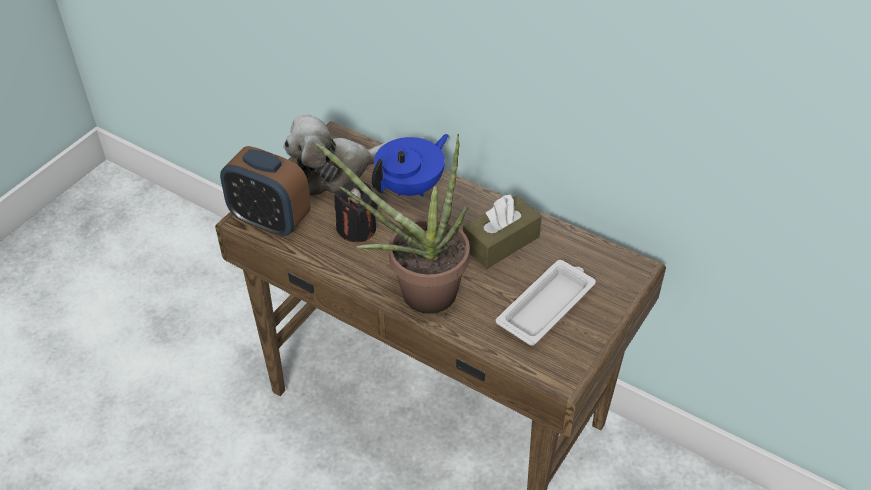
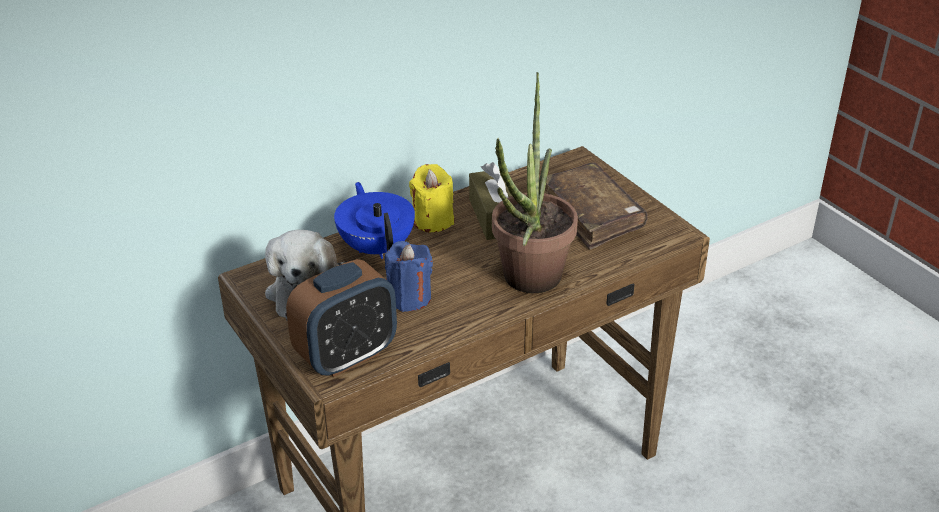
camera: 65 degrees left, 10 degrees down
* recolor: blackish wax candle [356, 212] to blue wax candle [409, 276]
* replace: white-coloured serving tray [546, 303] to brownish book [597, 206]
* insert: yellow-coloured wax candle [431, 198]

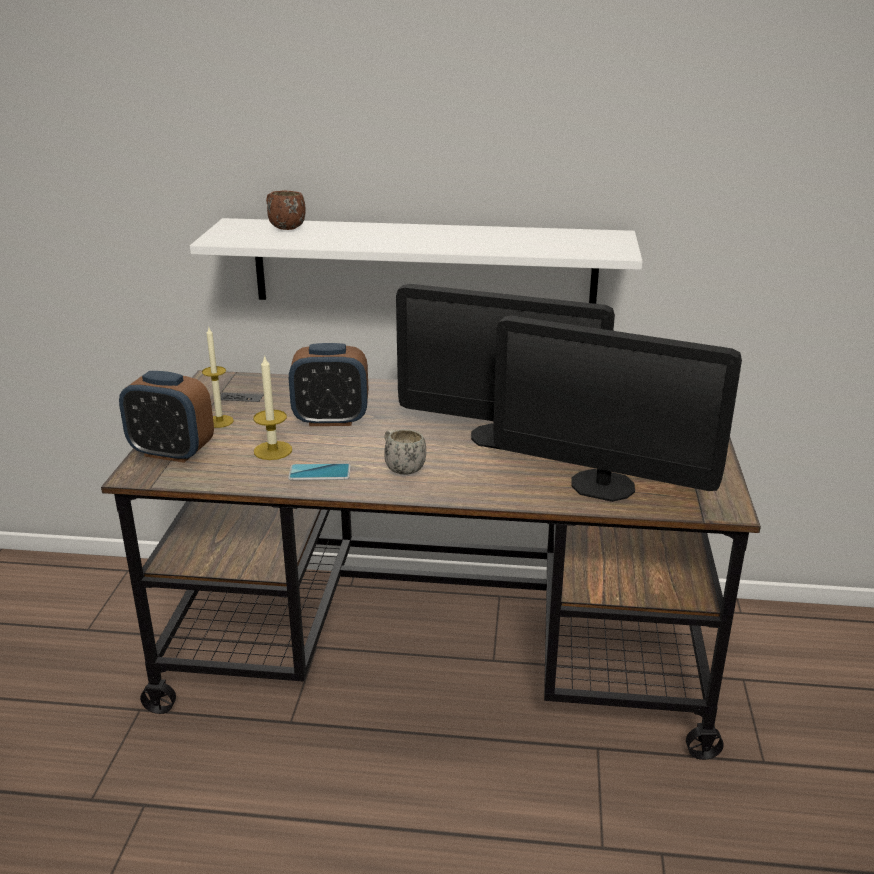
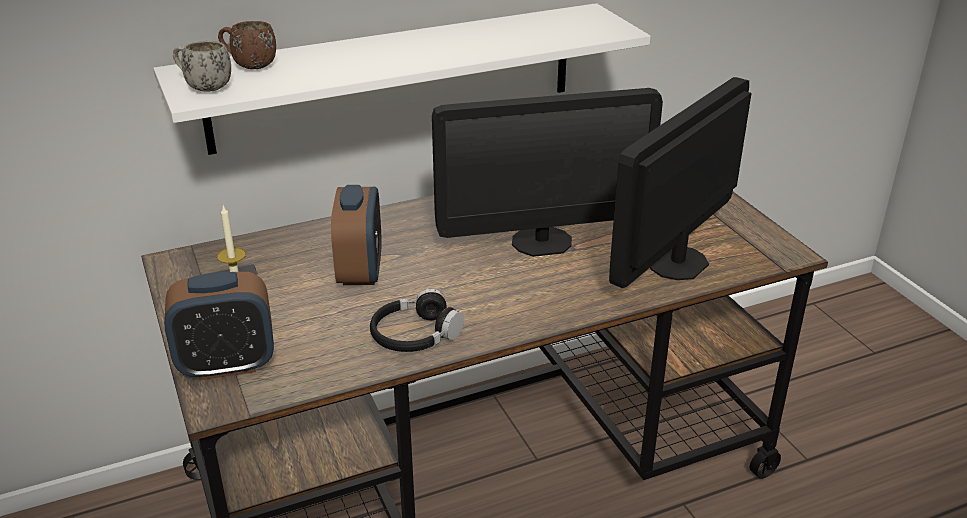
camera: 30 degrees left, 5 degrees up
* rotate: computer screen [617, 409] = [680, 182] 135 degrees clockwise
* rotate: alarm clock [328, 384] = [356, 235] 60 degrees counterclockwise
* delete: wax candle [272, 407]
* move: white-coloured tea mug [405, 452] to [202, 66]
* replace: telephone [319, 472] to blackish pair of headphones [417, 320]

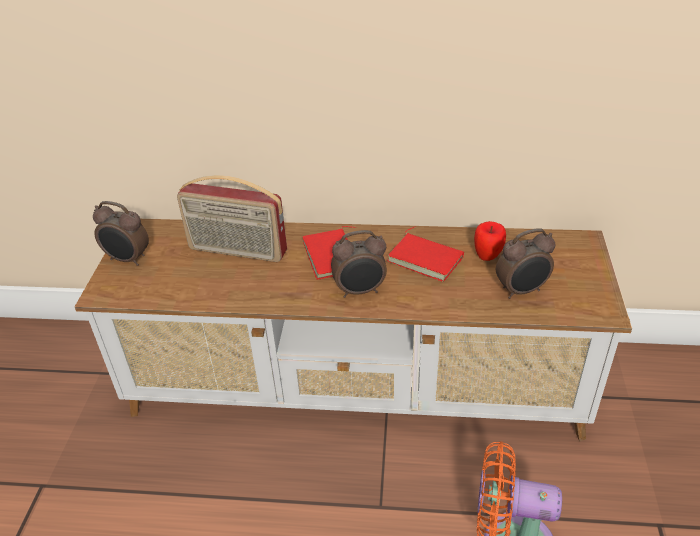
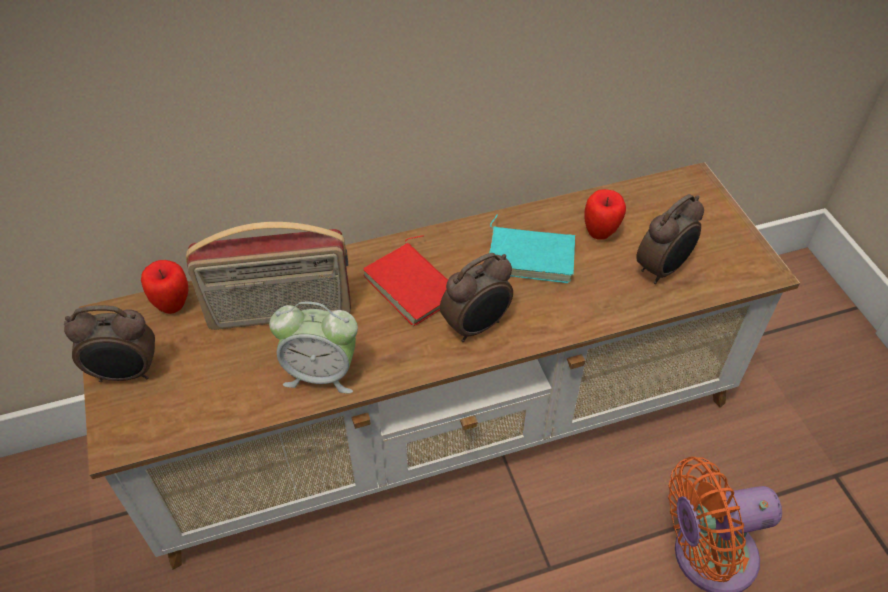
camera: 25 degrees left, 10 degrees up
* recolor: red-coloured book [425, 254] to turquoise book [532, 248]
* insert: apple [164, 287]
* insert: alarm clock [313, 347]

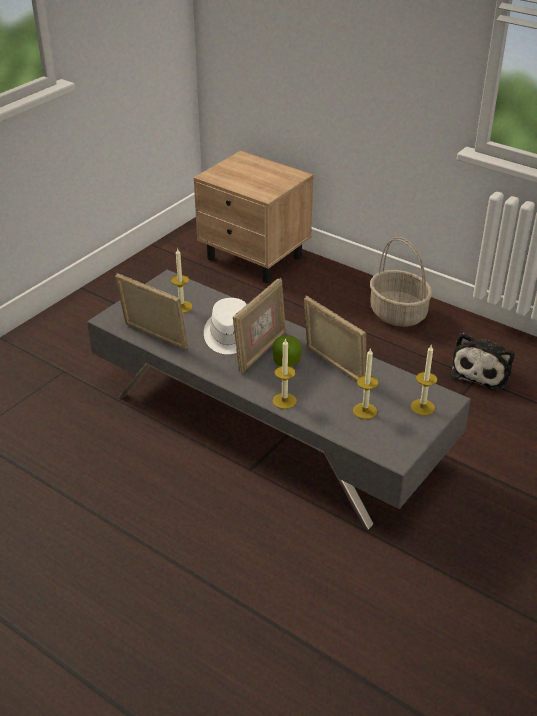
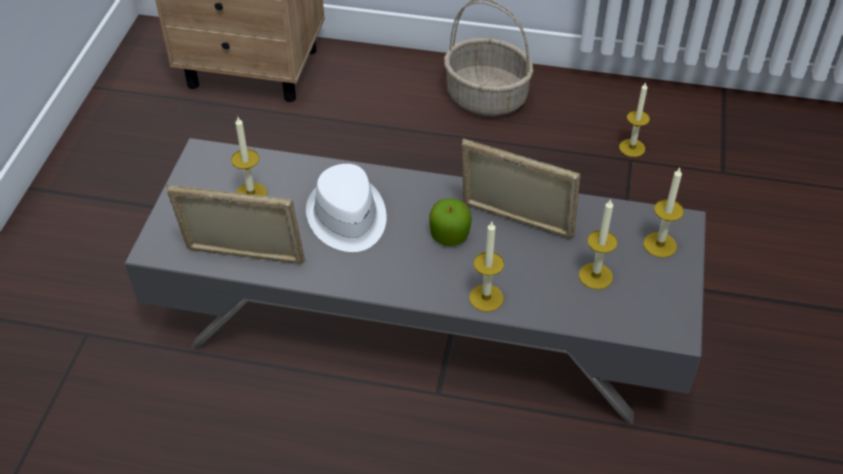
camera: 25 degrees left, 10 degrees up
* delete: standing frame [259, 326]
* replace: plush toy [482, 362] to wax candle [634, 119]

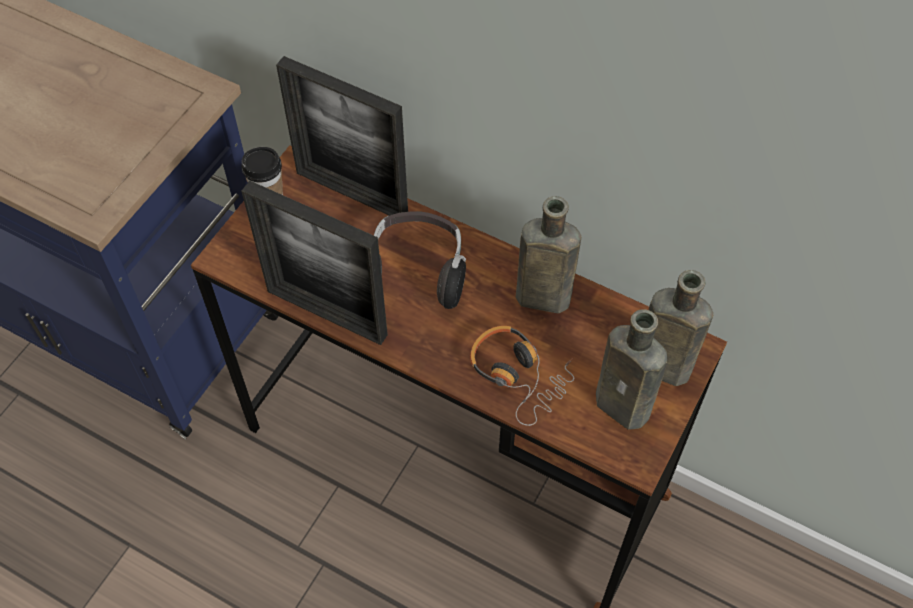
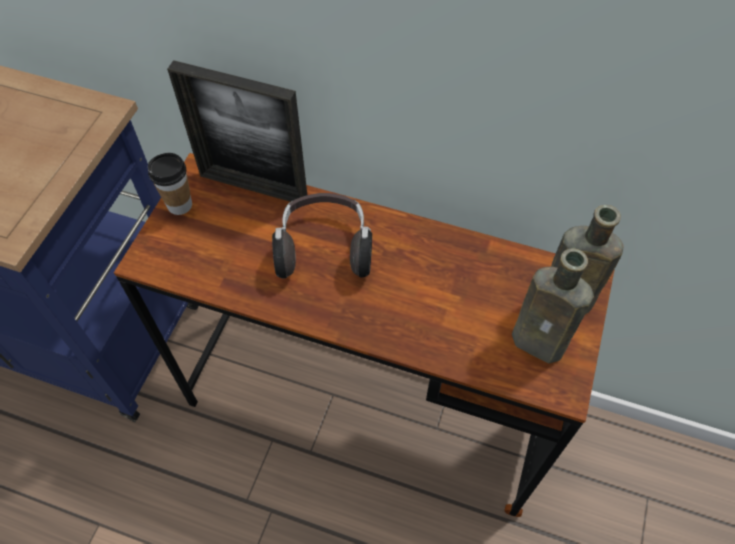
camera: 10 degrees left, 0 degrees up
* delete: standing frame [314, 263]
* delete: brownish drink bottle [548, 254]
* delete: pair of headphones [522, 376]

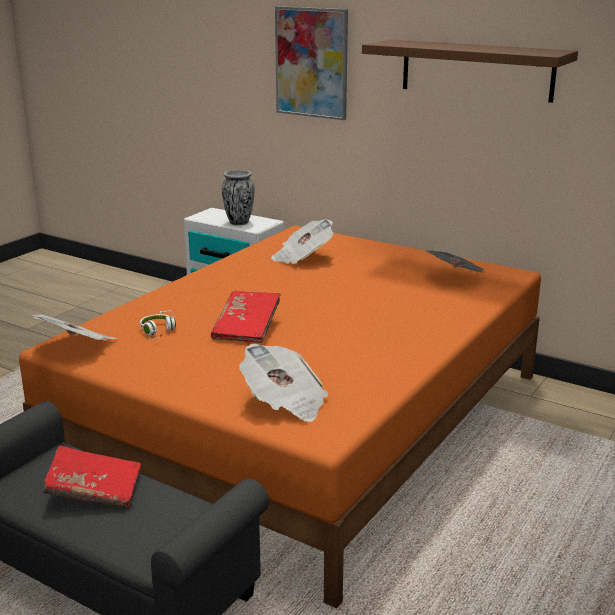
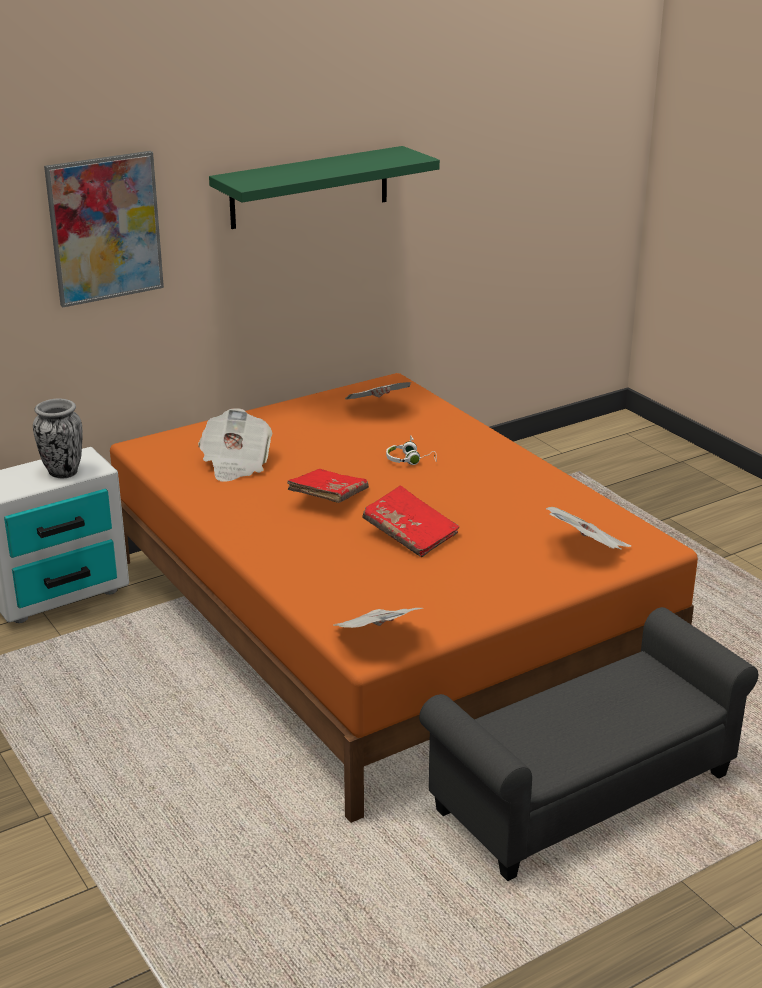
camera: 65 degrees left, 5 degrees up
* recolor: brownish bracket shelf [470, 71] to green-coloured bracket shelf [324, 187]
* move: white-coloured pair of headphones [158, 325] to [411, 450]
* move: red-coloured book [92, 476] to [328, 486]

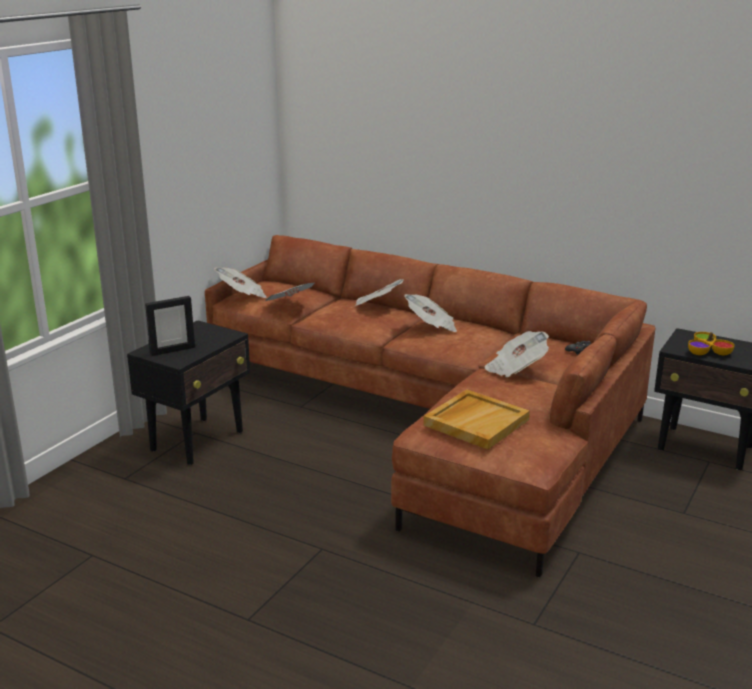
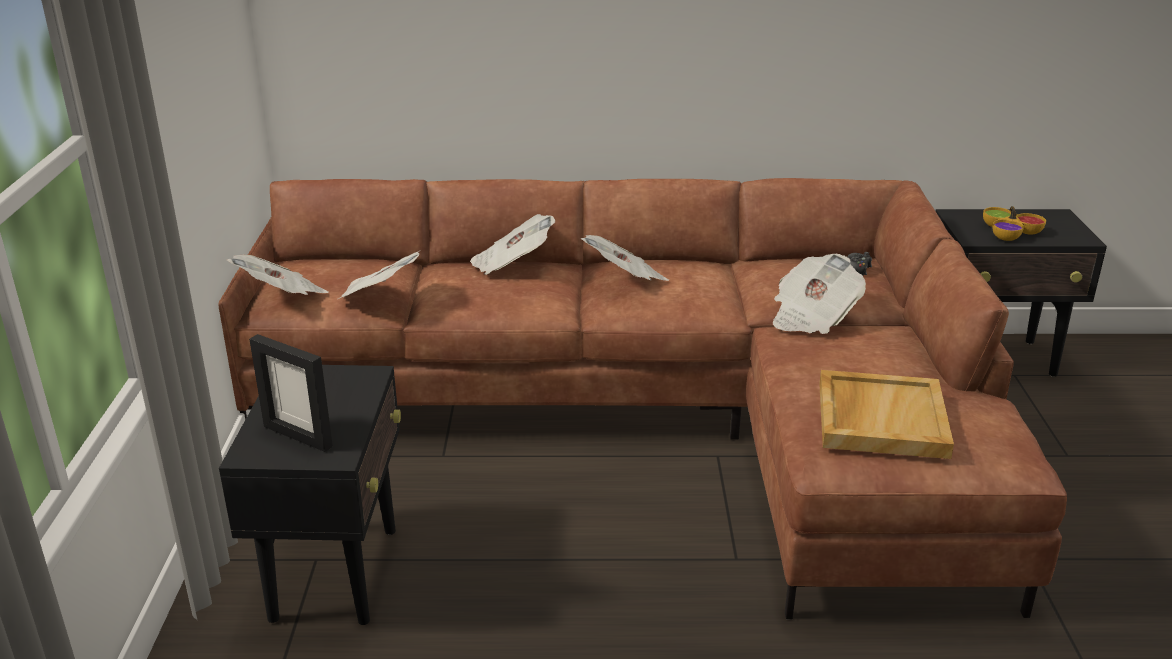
camera: 30 degrees left, 5 degrees up
* rotate: standing frame [170, 326] = [291, 393] 90 degrees clockwise

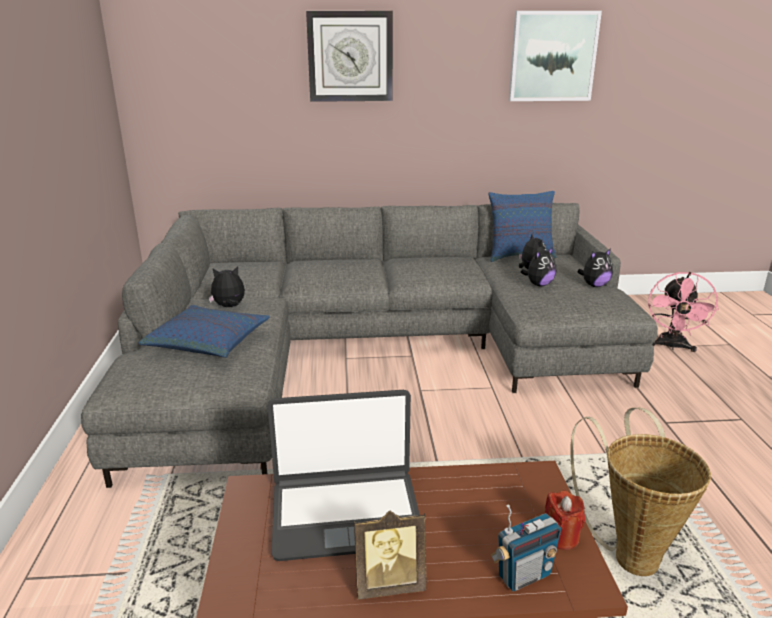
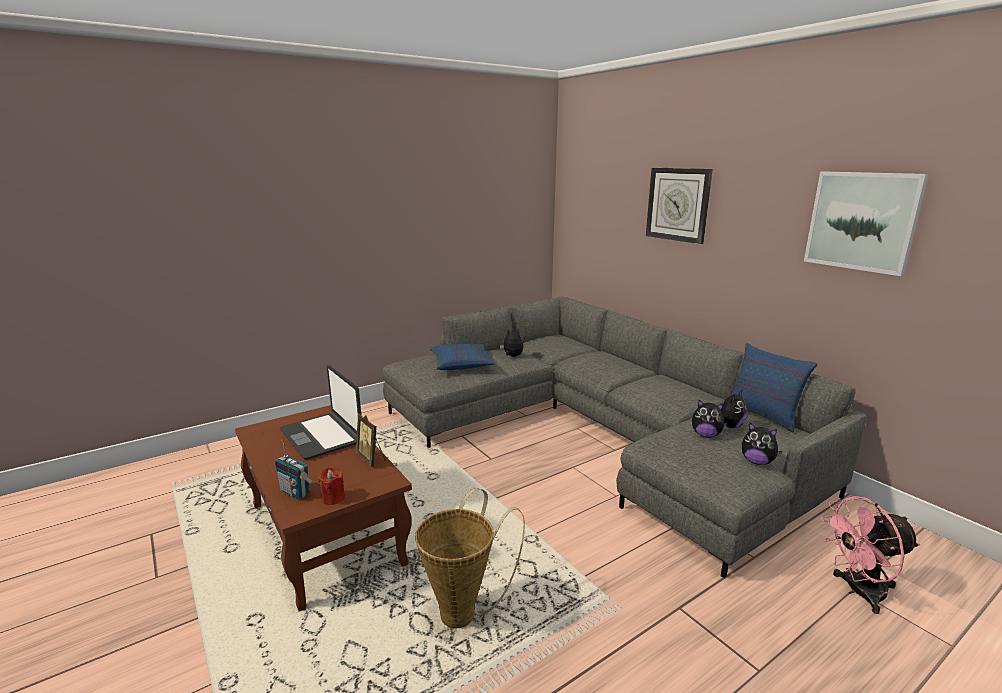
camera: 60 degrees right, 5 degrees down
* move: standing frame [390, 555] to [370, 440]

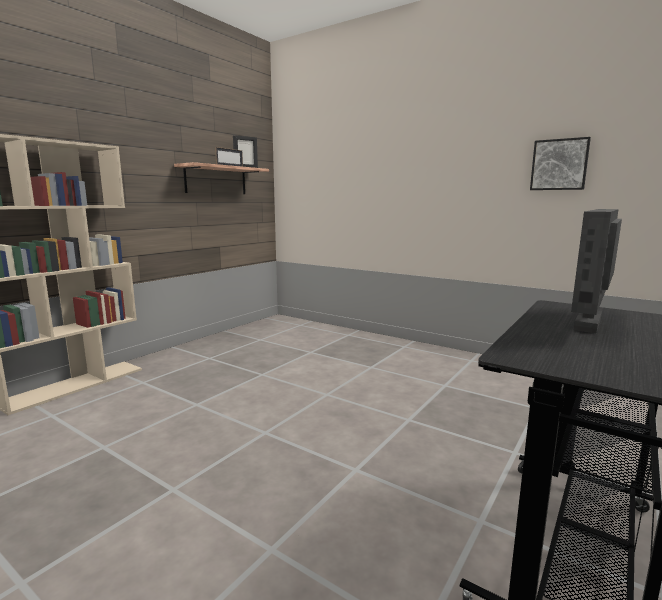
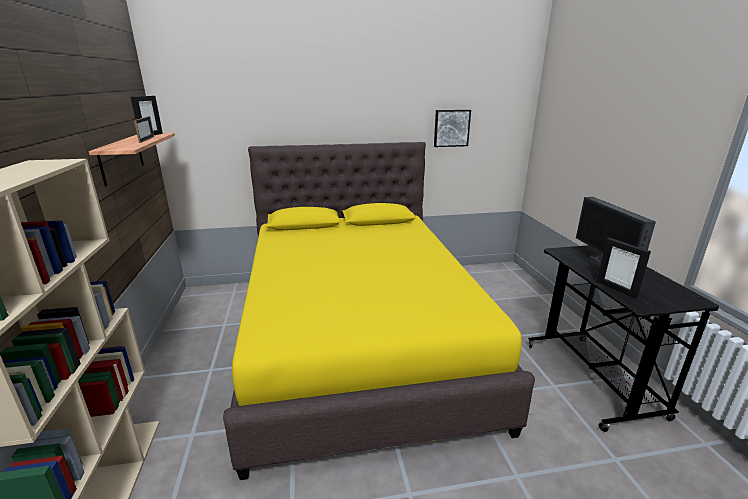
camera: 45 degrees left, 10 degrees up
* insert: yellow-coloured bedroom bed [379, 311]
* insert: standing frame [623, 268]

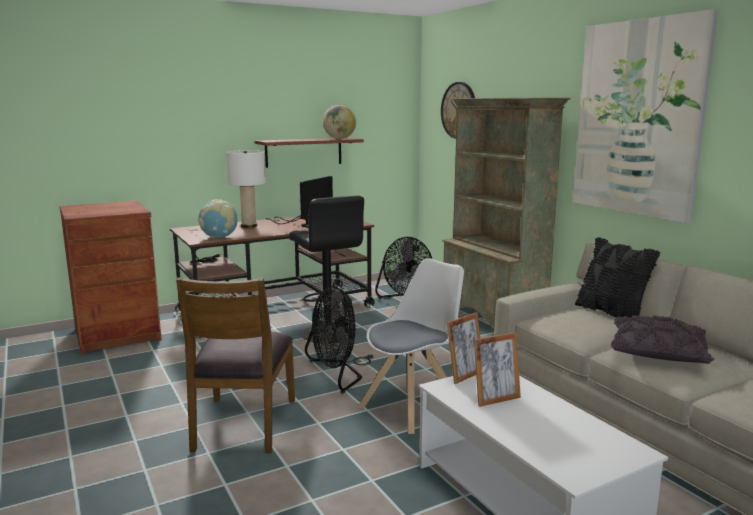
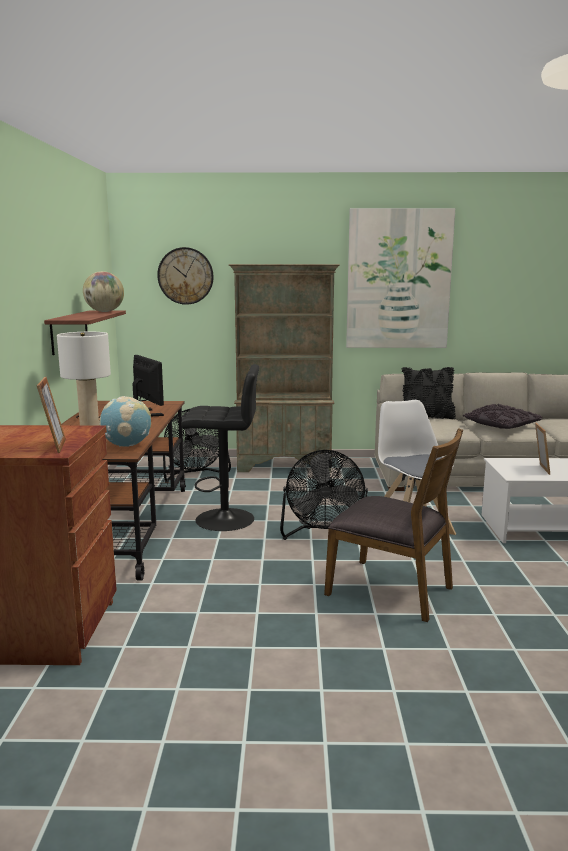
camera: 60 degrees left, 0 degrees up
* move: standing frame [463, 348] to [51, 415]

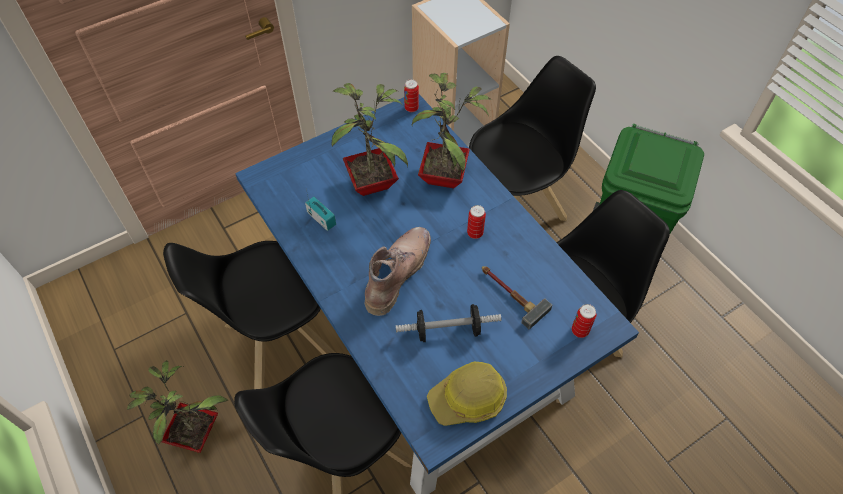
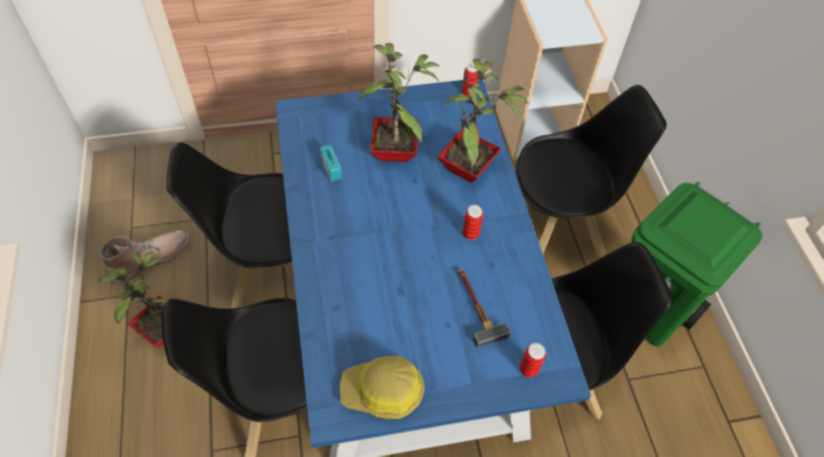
camera: 20 degrees right, 0 degrees up
* move: brownish boot [397, 271] to [144, 258]
* delete: hand weight [448, 323]

